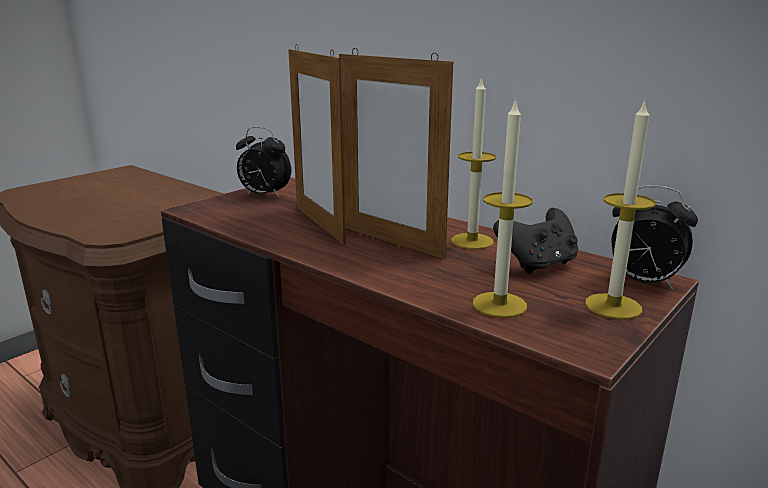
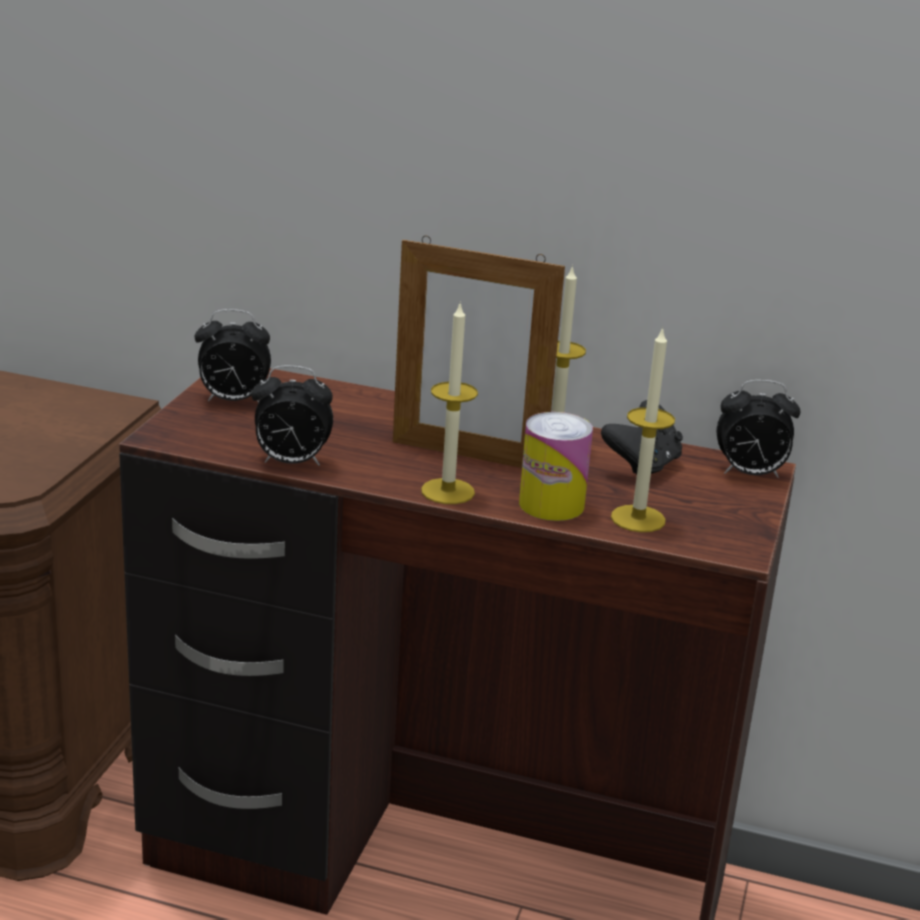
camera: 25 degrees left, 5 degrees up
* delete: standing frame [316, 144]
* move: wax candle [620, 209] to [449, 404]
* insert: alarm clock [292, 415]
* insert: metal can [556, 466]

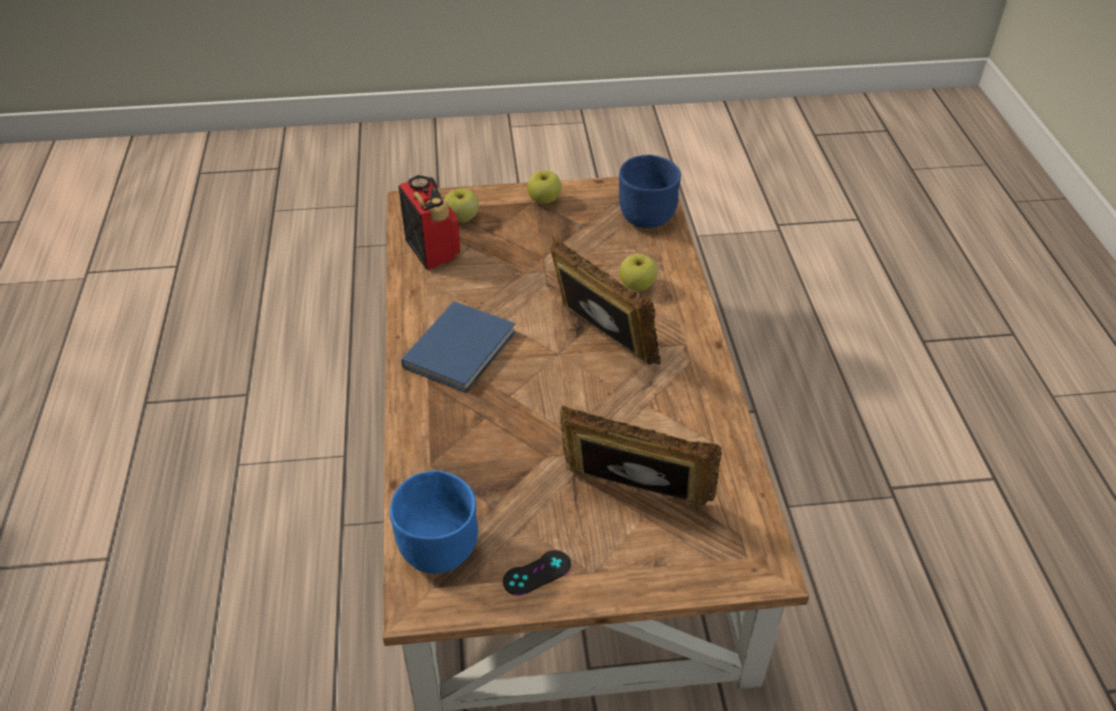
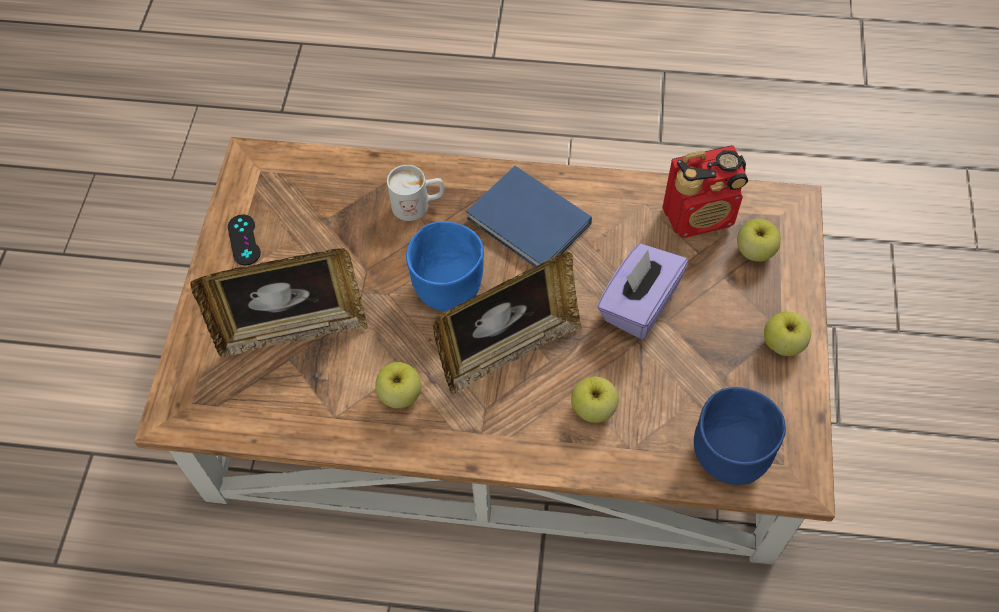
camera: 105 degrees right, 15 degrees up
* rotate: standing frame [641, 456] = [279, 302] 45 degrees clockwise
* move: blue serving bowl [434, 521] to [445, 266]
* insert: white-coloured tea mug [415, 193]
* insert: purple-coloured box of tissues [642, 291]
* insert: apple [398, 385]

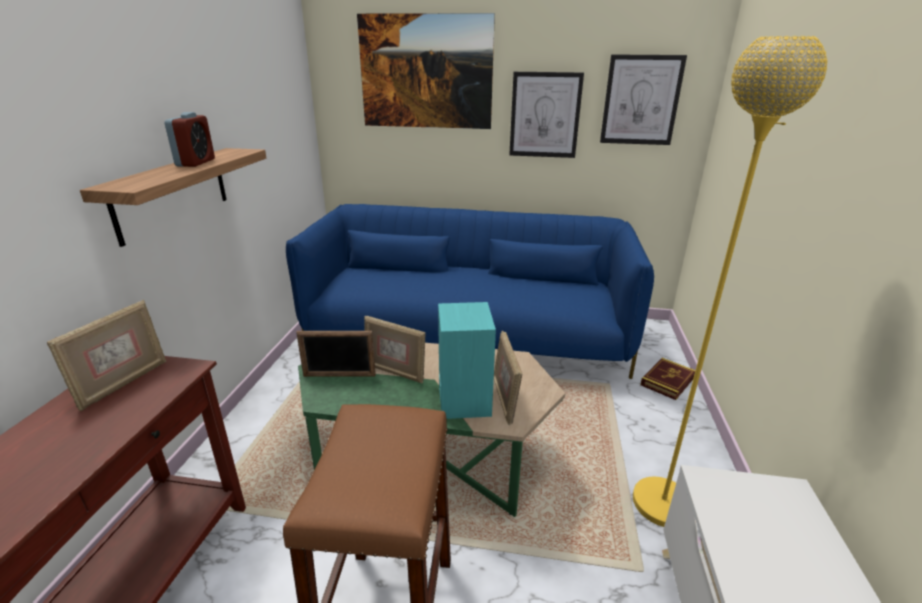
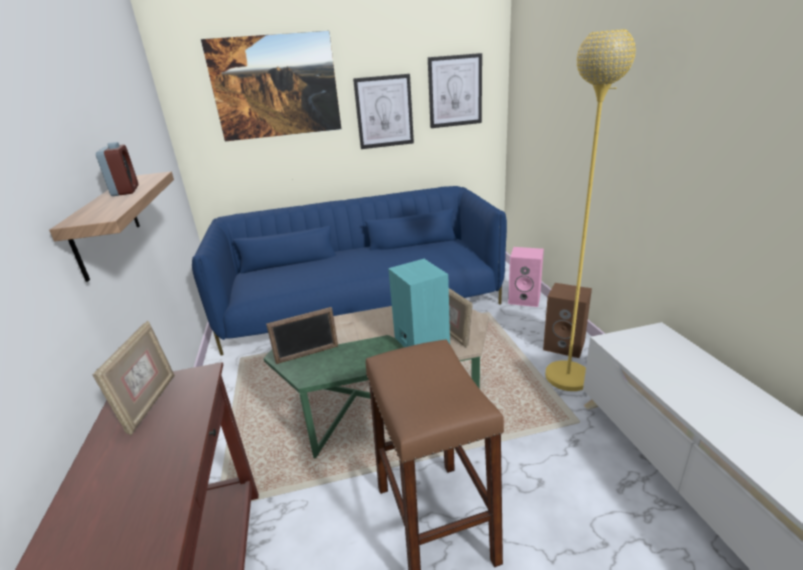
camera: 20 degrees left, 0 degrees up
* delete: standing frame [395, 349]
* replace: book [668, 379] to pink loudspeaker [526, 277]
* insert: brownish loudspeaker [567, 320]

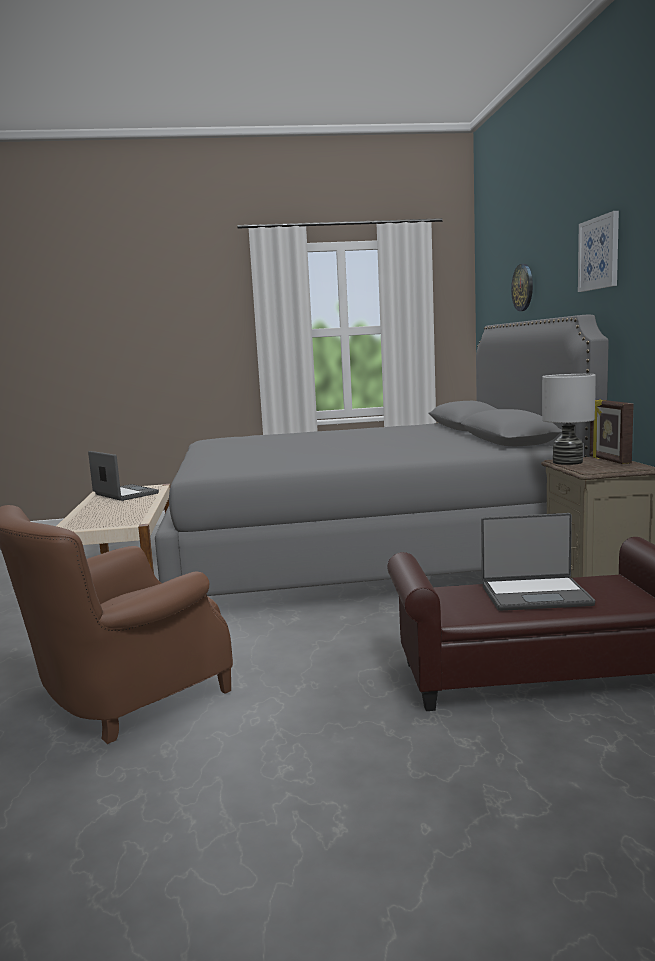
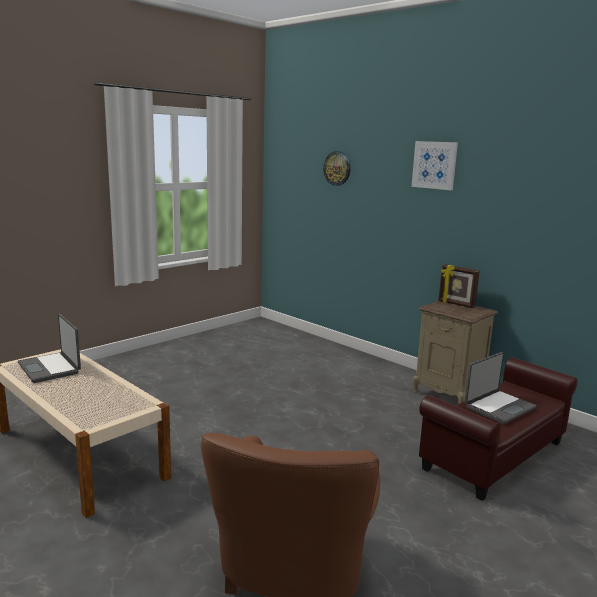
camera: 40 degrees left, 5 degrees up
* delete: greyish bedroom bed [382, 455]
* delete: greyish lamp for a table [569, 419]
* rotate: laptop [123, 476] = [49, 348] 135 degrees counterclockwise

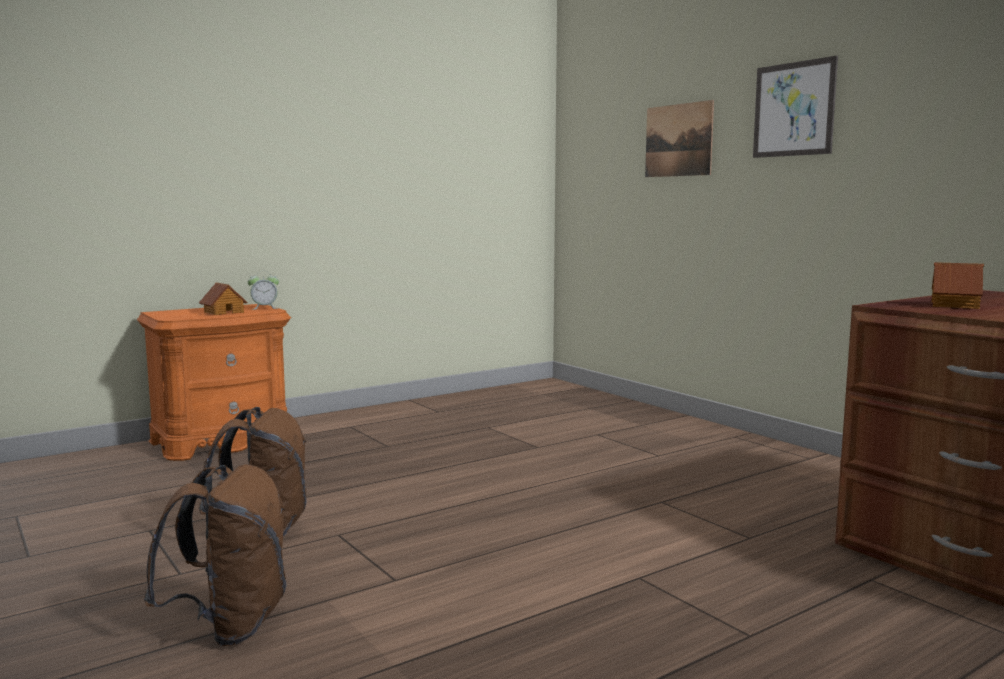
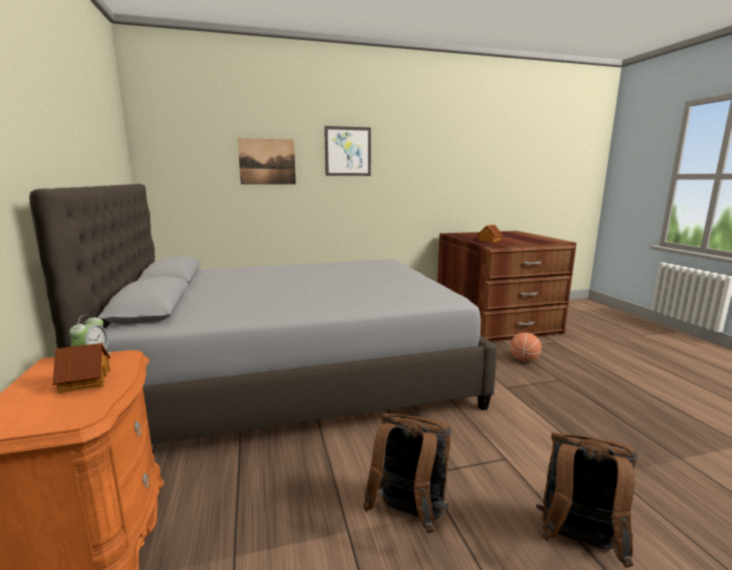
camera: 70 degrees left, 5 degrees up
* insert: greyish bedroom bed [263, 314]
* insert: ball for basketball [526, 347]

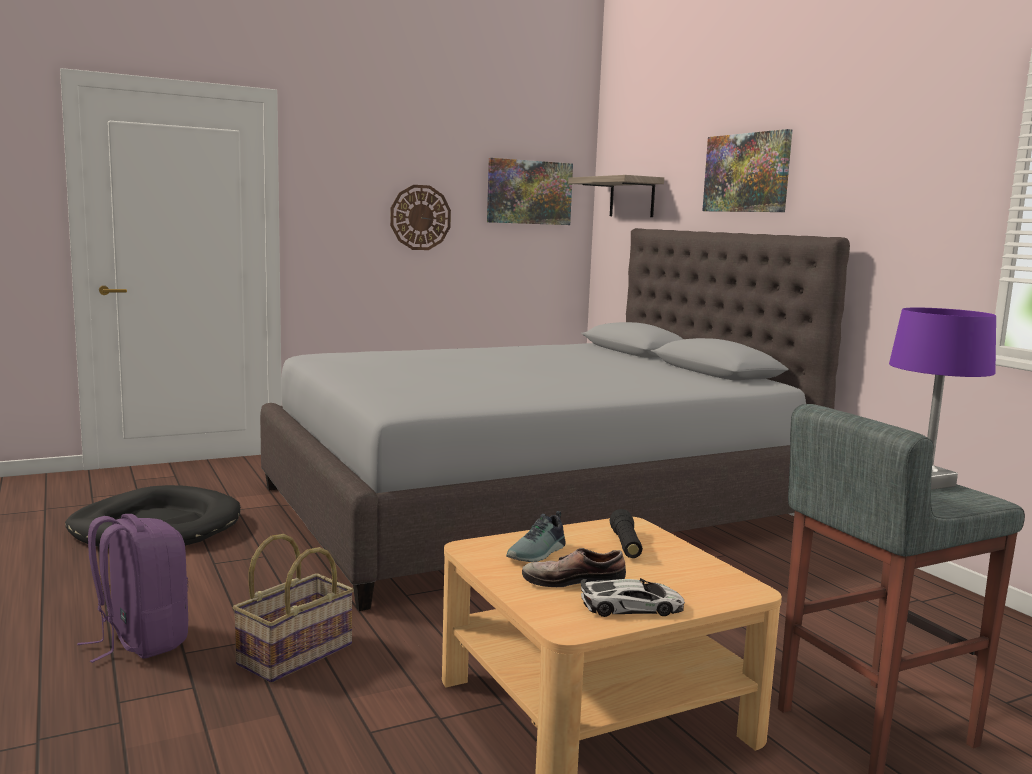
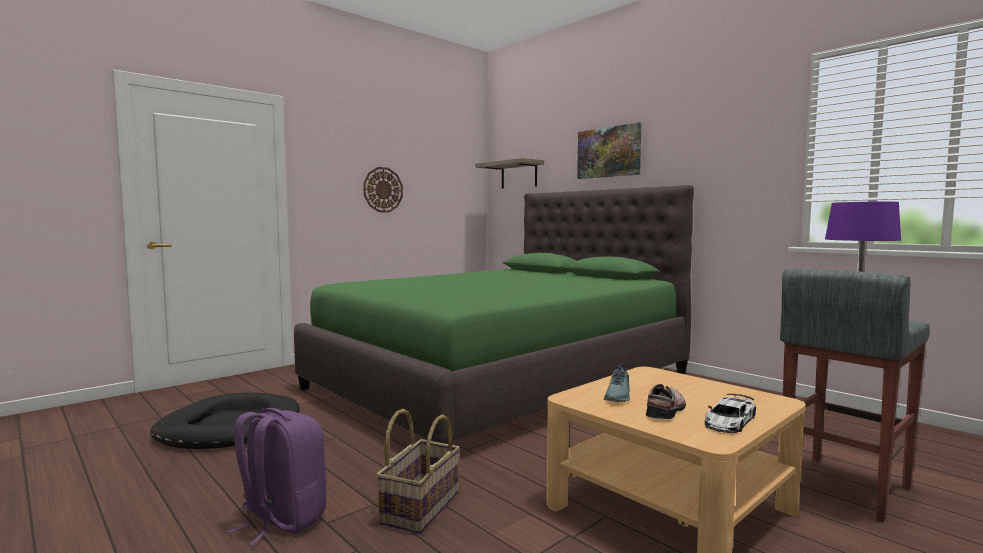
camera: 15 degrees left, 5 degrees down
* delete: wall picture [530, 191]
* recolor: greyish bedroom bed [555, 419] to green-coloured bedroom bed [494, 315]
* delete: blackish hand torch [626, 533]
* rotate: low shoe [574, 567] = [666, 401] 135 degrees clockwise
* rotate: toy car [633, 597] = [730, 413] 150 degrees clockwise

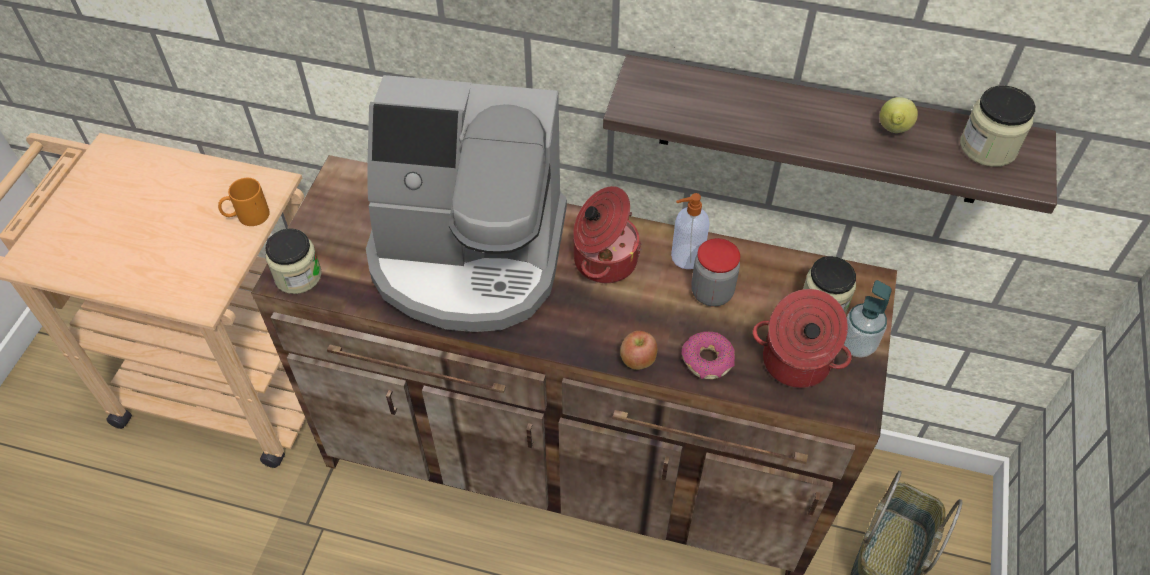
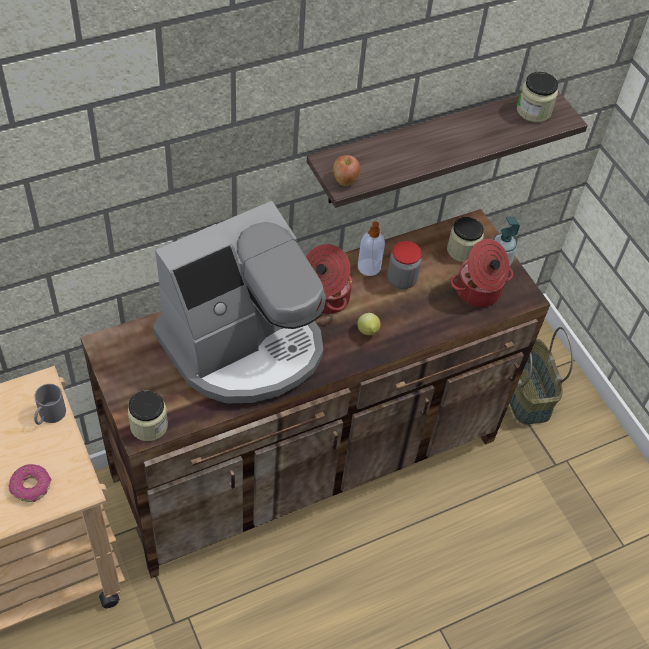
camera: 45 degrees left, 0 degrees up
* move: citrus fruit [899, 115] to [369, 324]
* recolor: orange-coloured tea mug [244, 202] to greyish tea mug [50, 404]
* move: apple [638, 350] to [347, 170]
* move: donut [708, 355] to [30, 483]

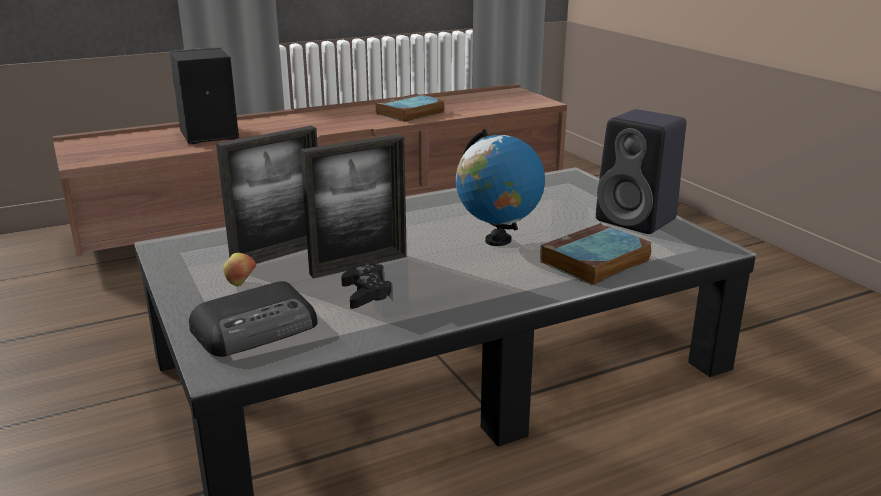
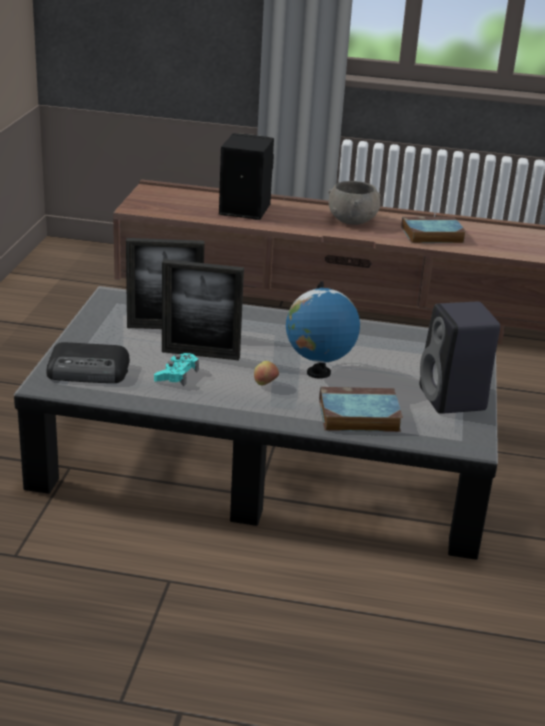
camera: 35 degrees right, 5 degrees up
* move: apple [239, 269] to [266, 373]
* recolor: blackish gamepad [367, 286] to turquoise gamepad [176, 369]
* insert: greyish serving bowl [355, 203]

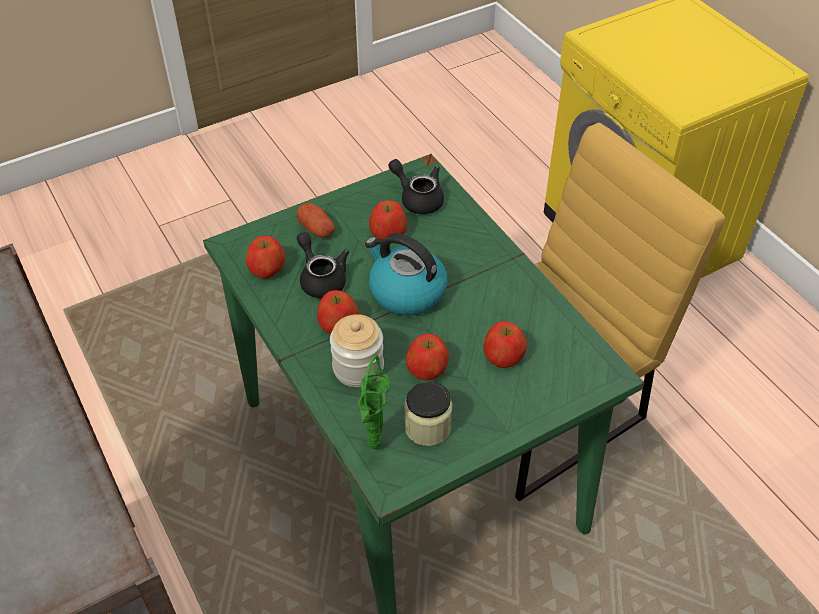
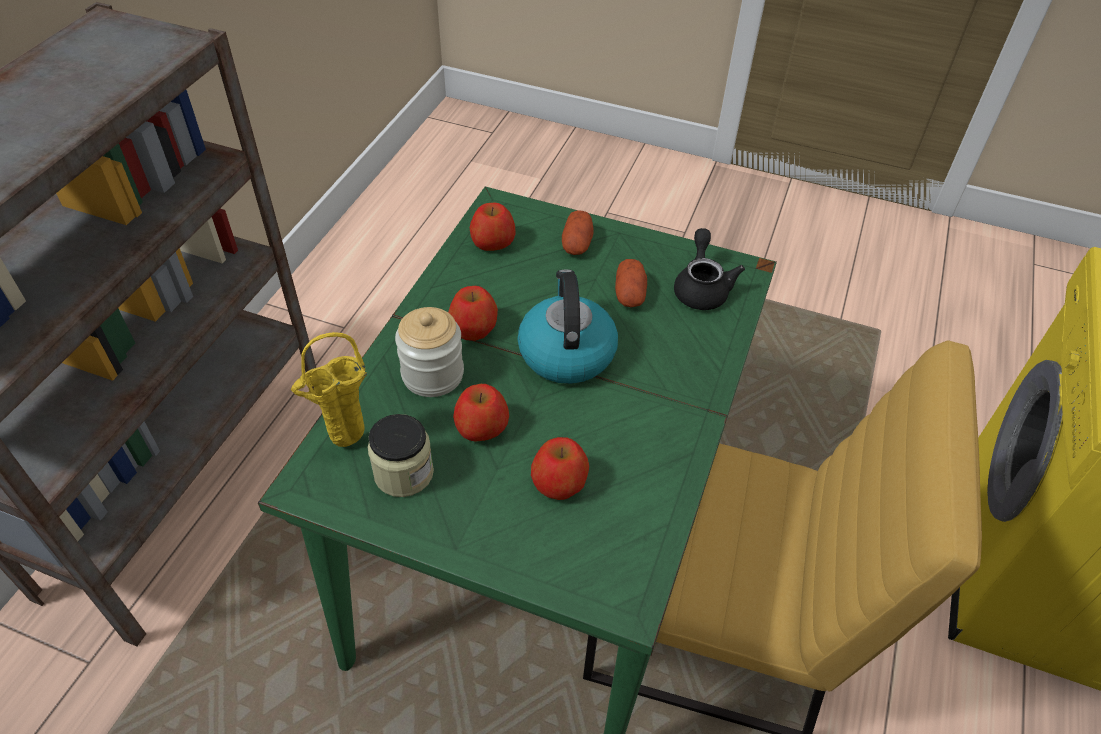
camera: 50 degrees right, 0 degrees up
* replace: apple [388, 219] to potato [631, 283]
* delete: blackish pot for tea [323, 265]
* recolor: green-coloured flower vase [374, 402] to yellow-coloured flower vase [329, 389]

